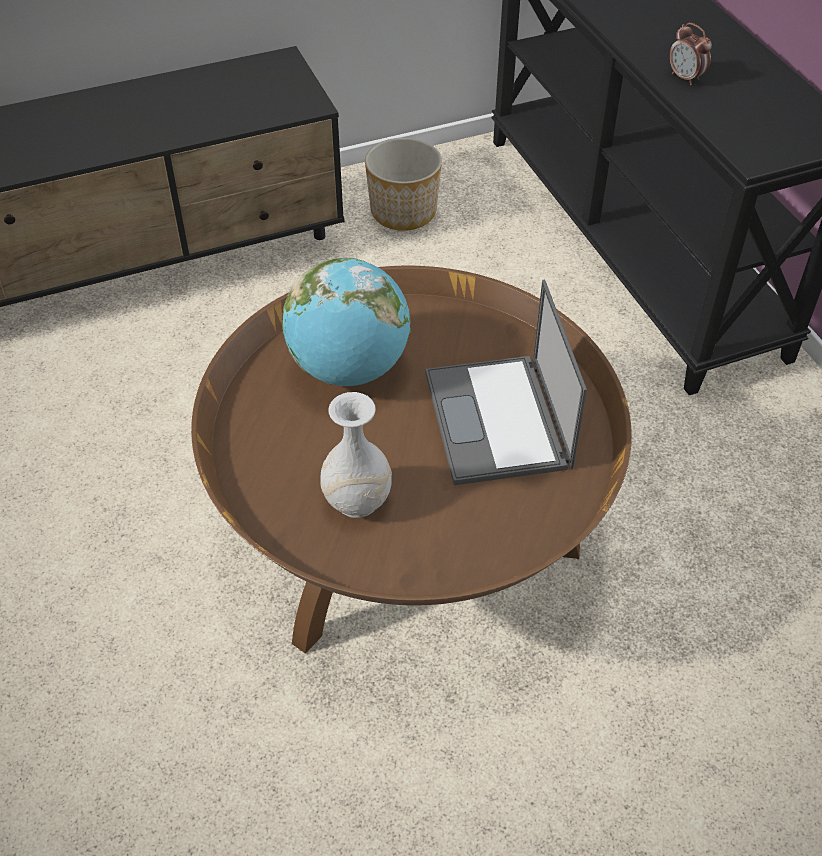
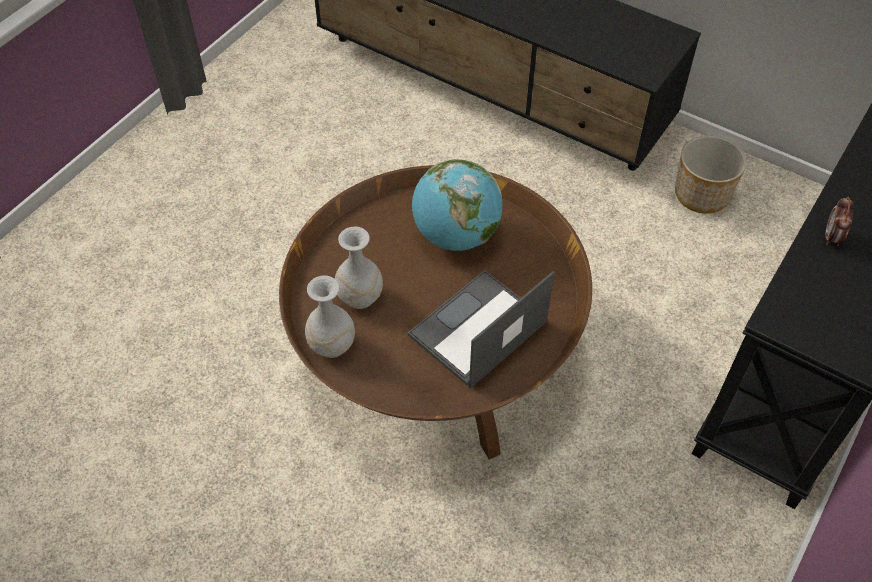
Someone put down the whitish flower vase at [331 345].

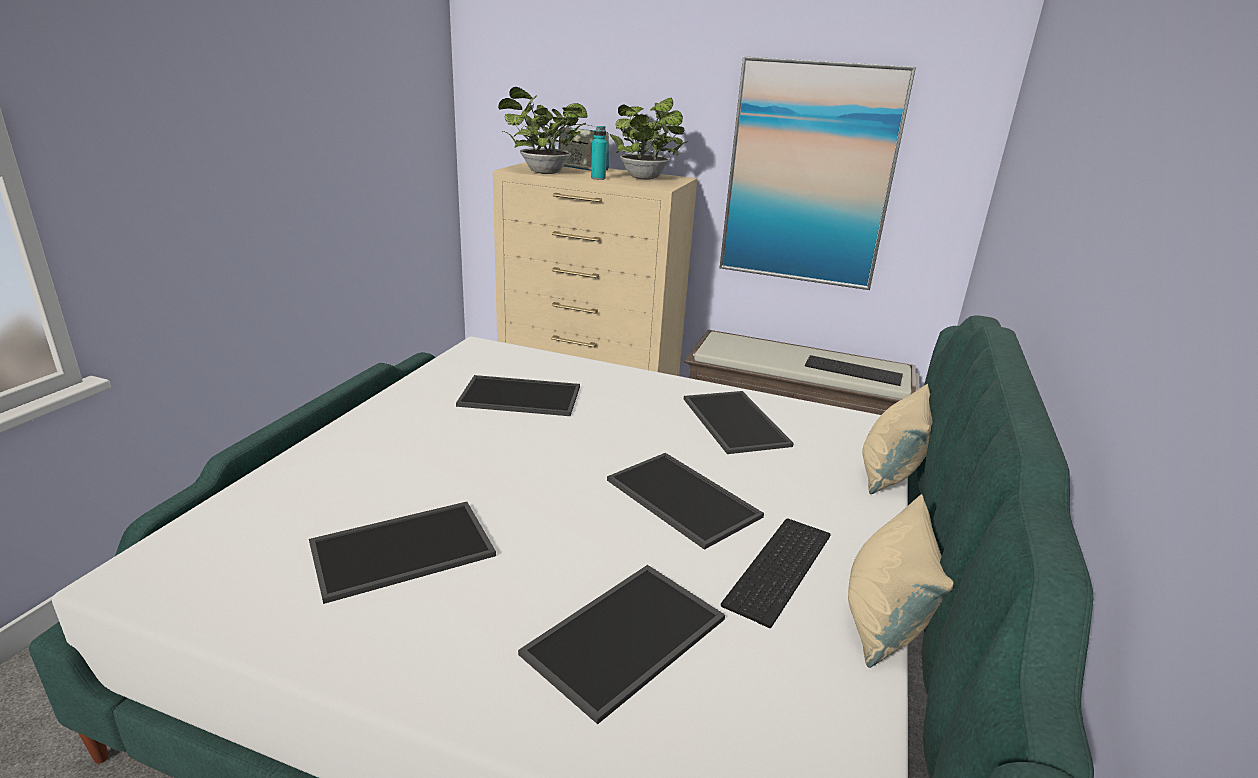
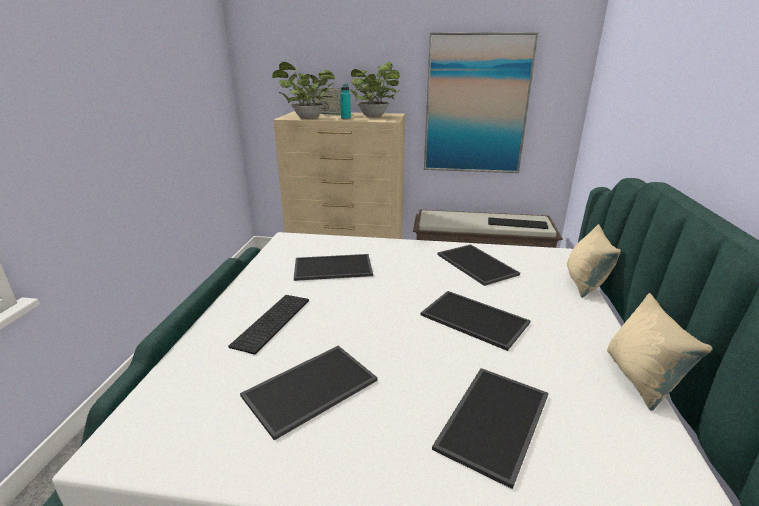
Someone carried the keyboard from [781 571] to [273 323].

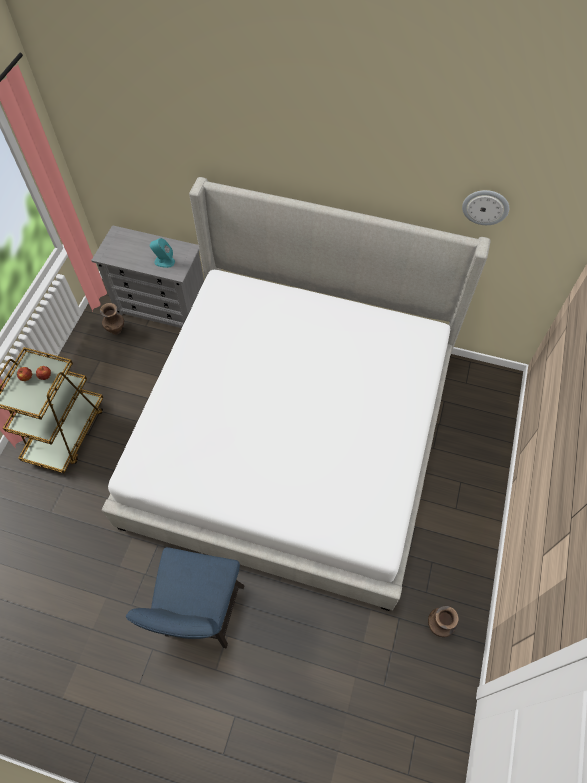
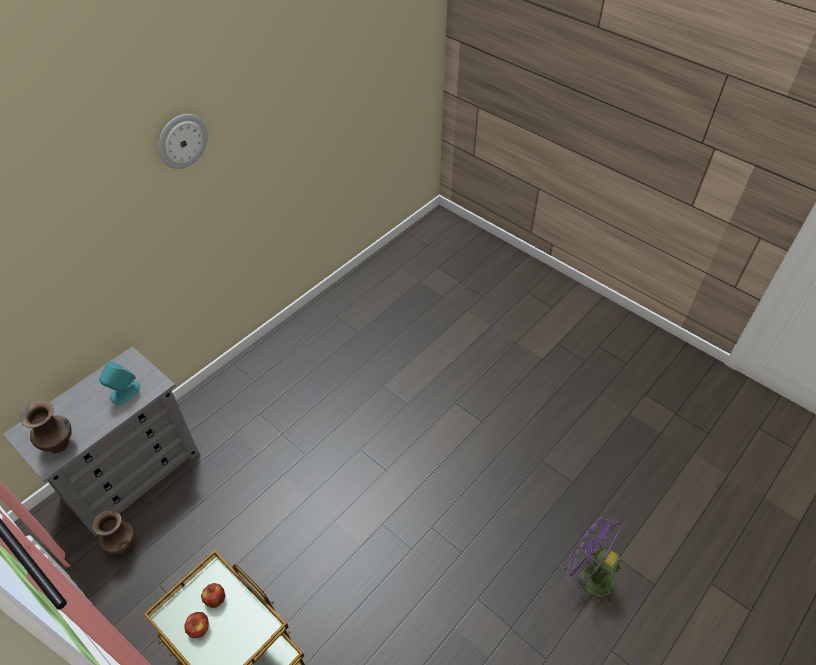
Someone took away the sleeping bed at [293 436].
Someone carried the brown-coloured flower vase from [439 625] to [60 445].
Someone carried the clock on the wall from [485 207] to [182 140].
Someone swapped the blue-coloured upright chair at [202 616] for the purplish fan at [588 578].

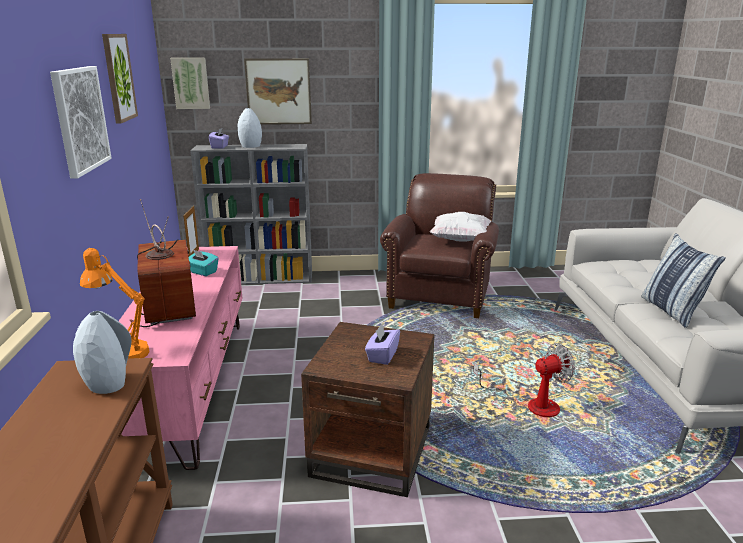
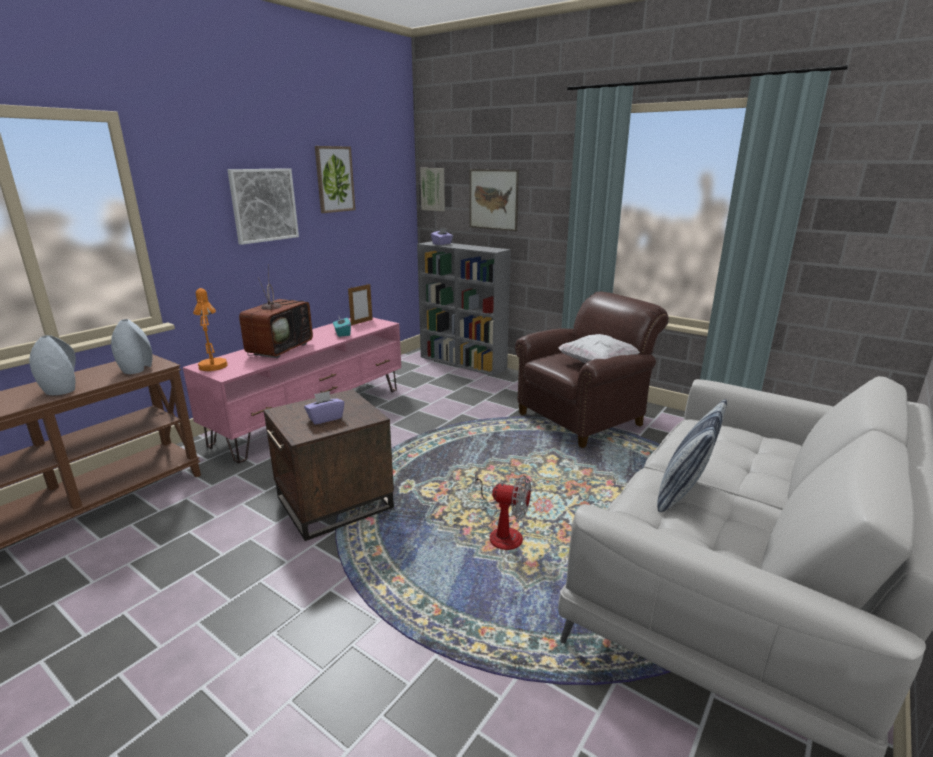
Someone carried the greyish flower vase from [250 146] to [61 390].

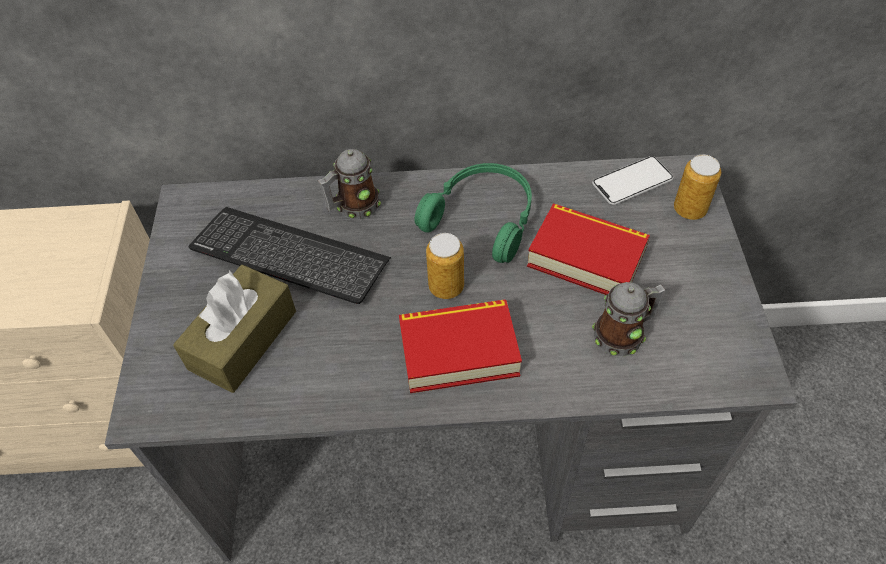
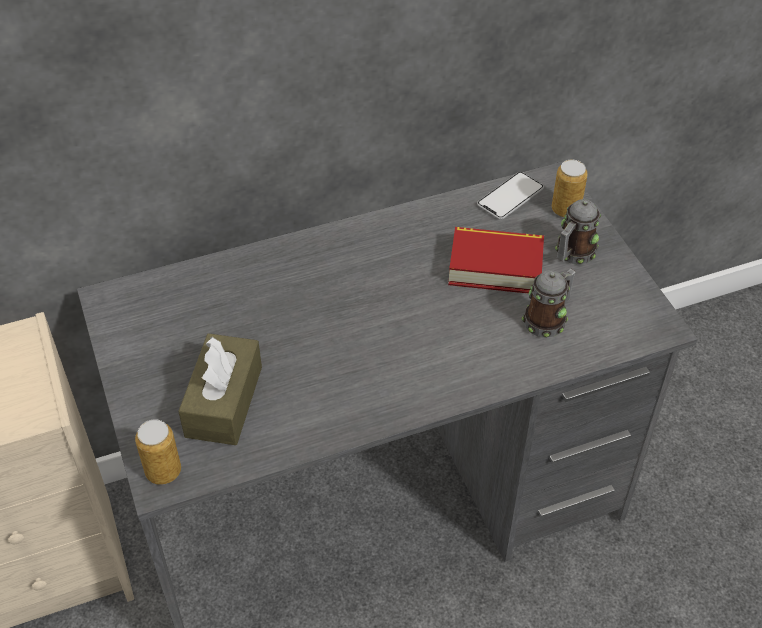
Someone took away the keyboard at [290 257].
Someone took away the bound book at [458 351].
Someone took away the greenish headset at [483 218].
Someone carried the coffee mug from [353 206] to [572 254].
Someone carried the can from [446 287] to [163 471].

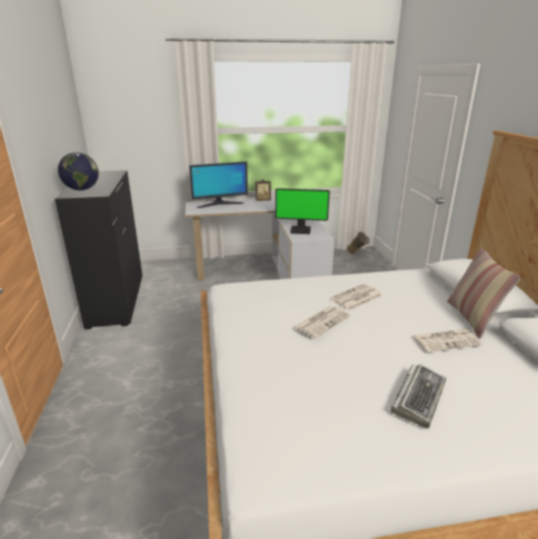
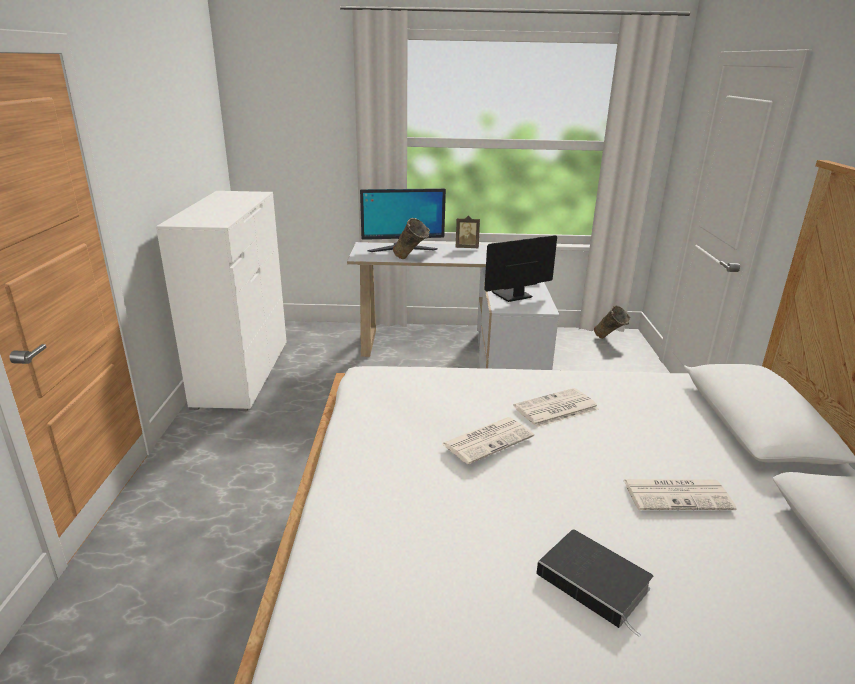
Someone took away the desk globe at [82 189].
Someone took away the pillow at [472 318].
Someone put down the beige-coloured flower vase at [411 260].
Someone swapped the keyboard at [418 398] for the bound book at [596 582].
Someone repainted the blackish chest of drawers at [116 300], which became the whitish chest of drawers at [242 373].
Someone rotated the computer screen at [301 230] by 135 degrees clockwise.

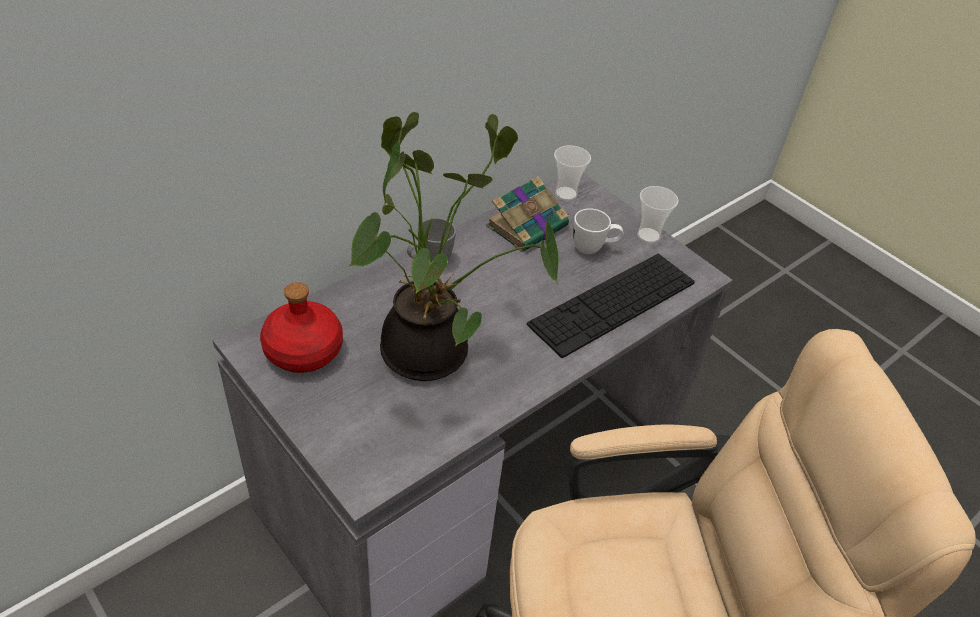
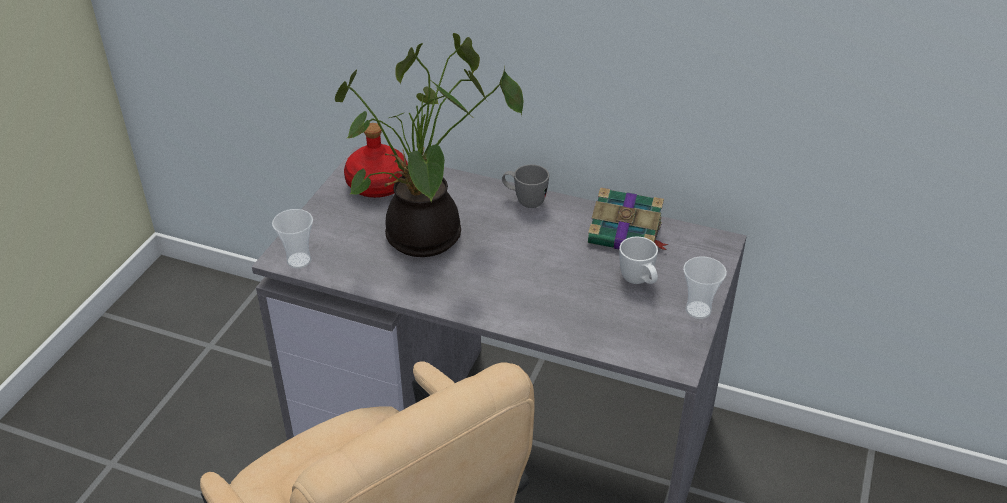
Someone took away the keyboard at [613 303].
Someone carried the drinking cup from [566 194] to [299 260].

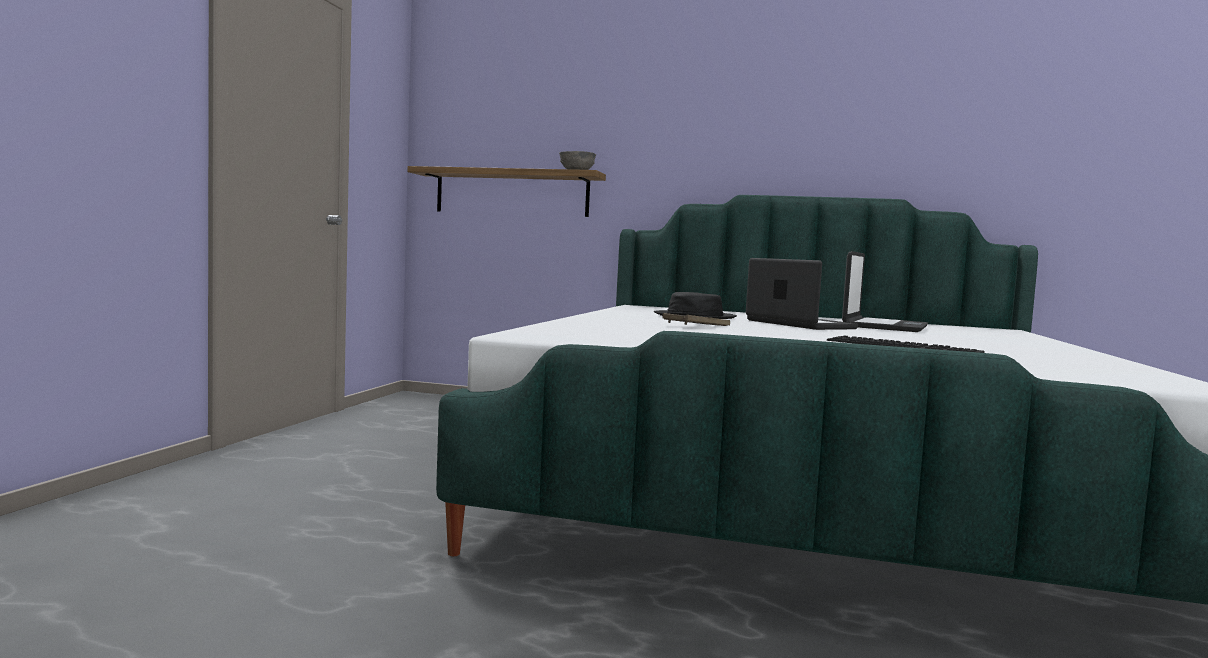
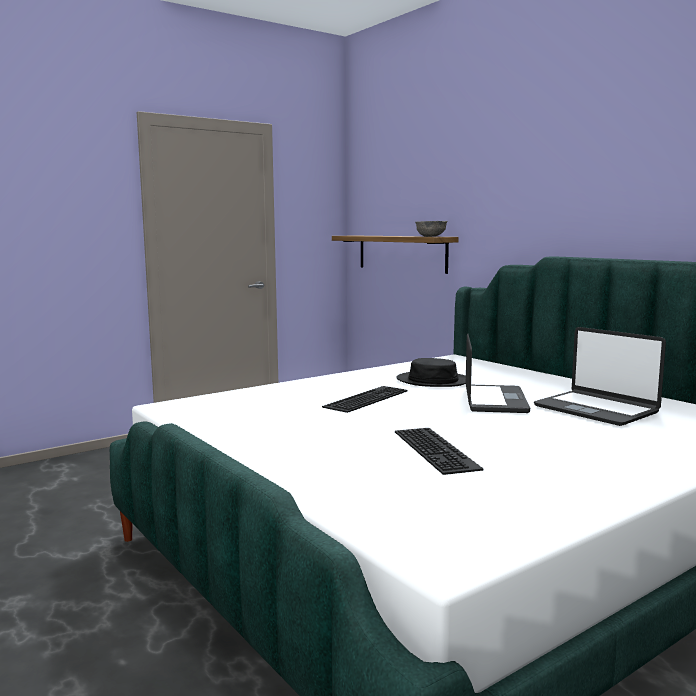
Someone swapped the brown-coloured serving tray at [696 326] for the keyboard at [365 398].
Someone rotated the portable computer at [884 326] by 75 degrees clockwise.

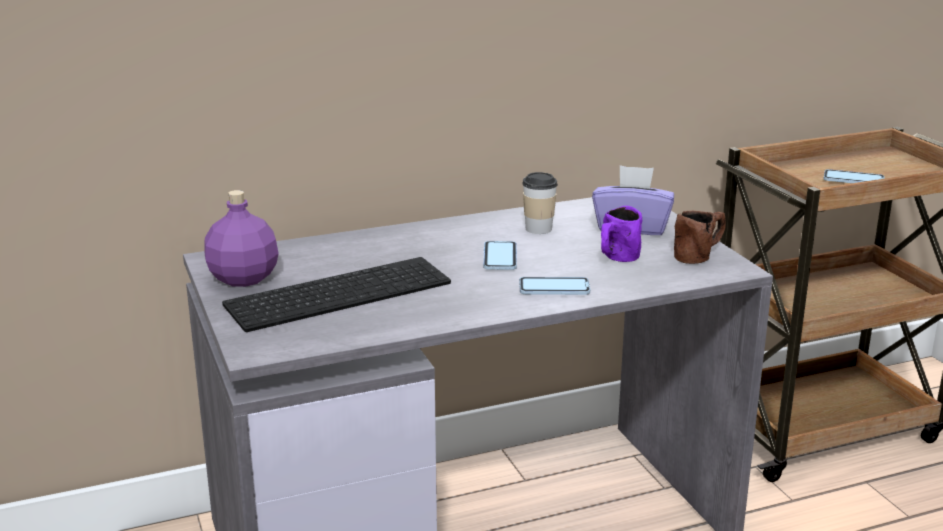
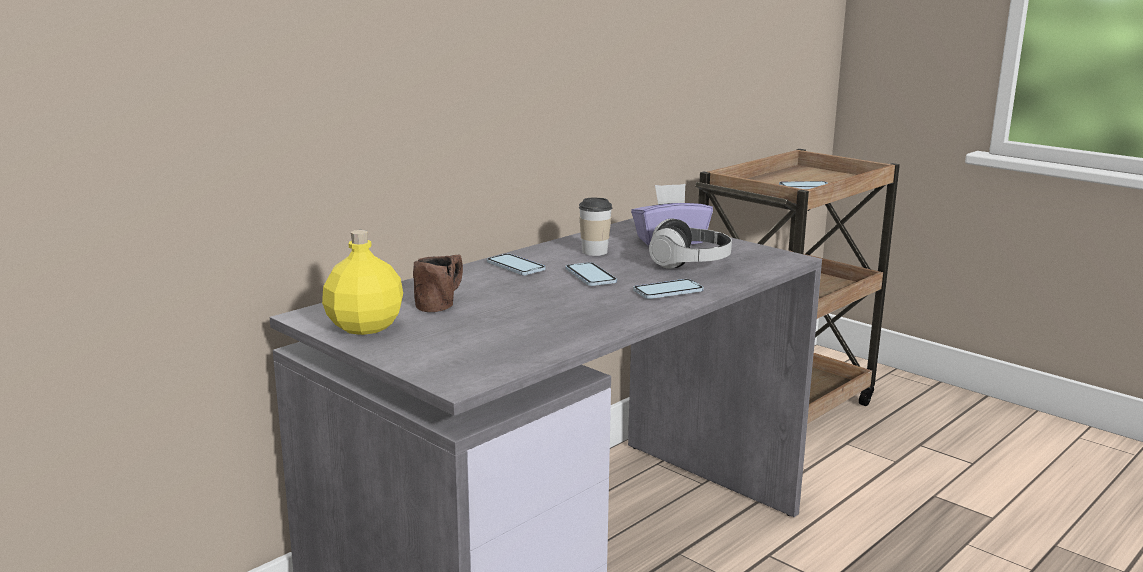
Someone took away the keyboard at [339 292].
Someone put down the phone at [515 266].
Someone carried the brown-coloured coffee mug from [700 255] to [442 303].
Someone swapped the purplish coffee mug at [616 259] for the headset at [689 264].
Someone repainted the purplish beverage bottle at [242 278], which became the yellow beverage bottle at [363 327].

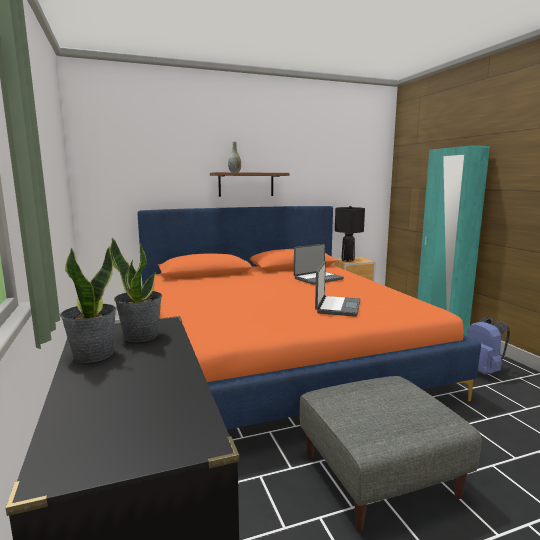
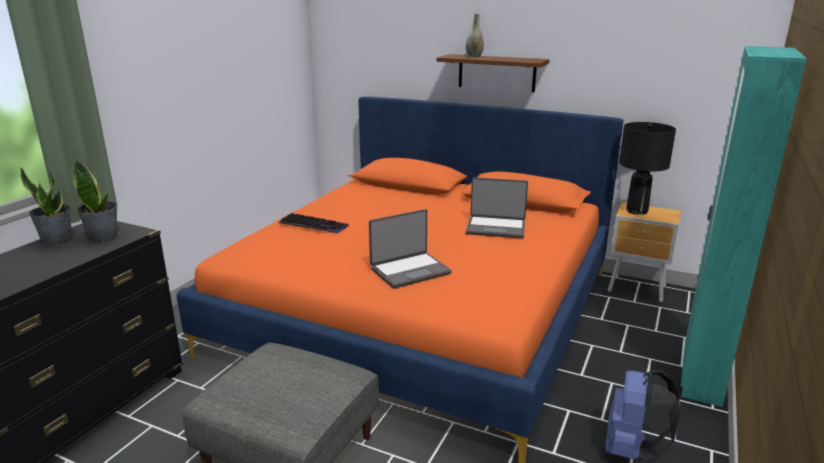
Someone put down the keyboard at [313 225].

